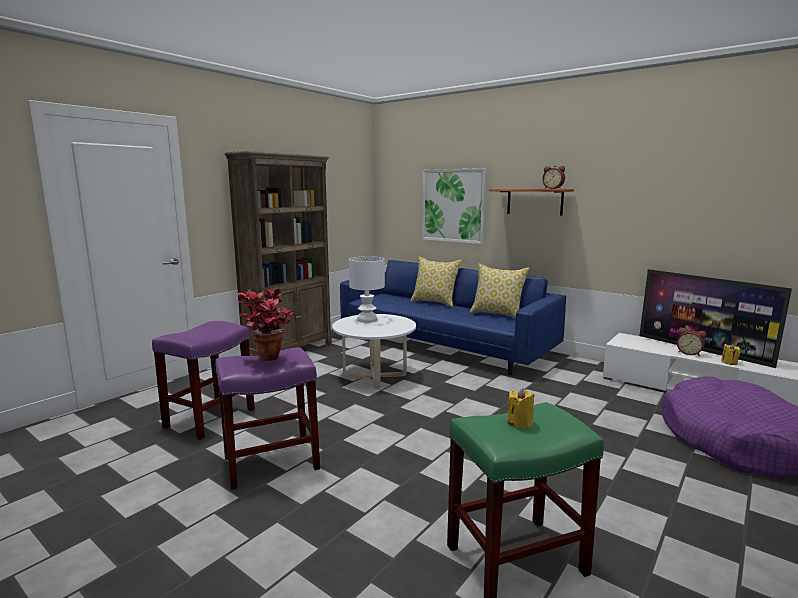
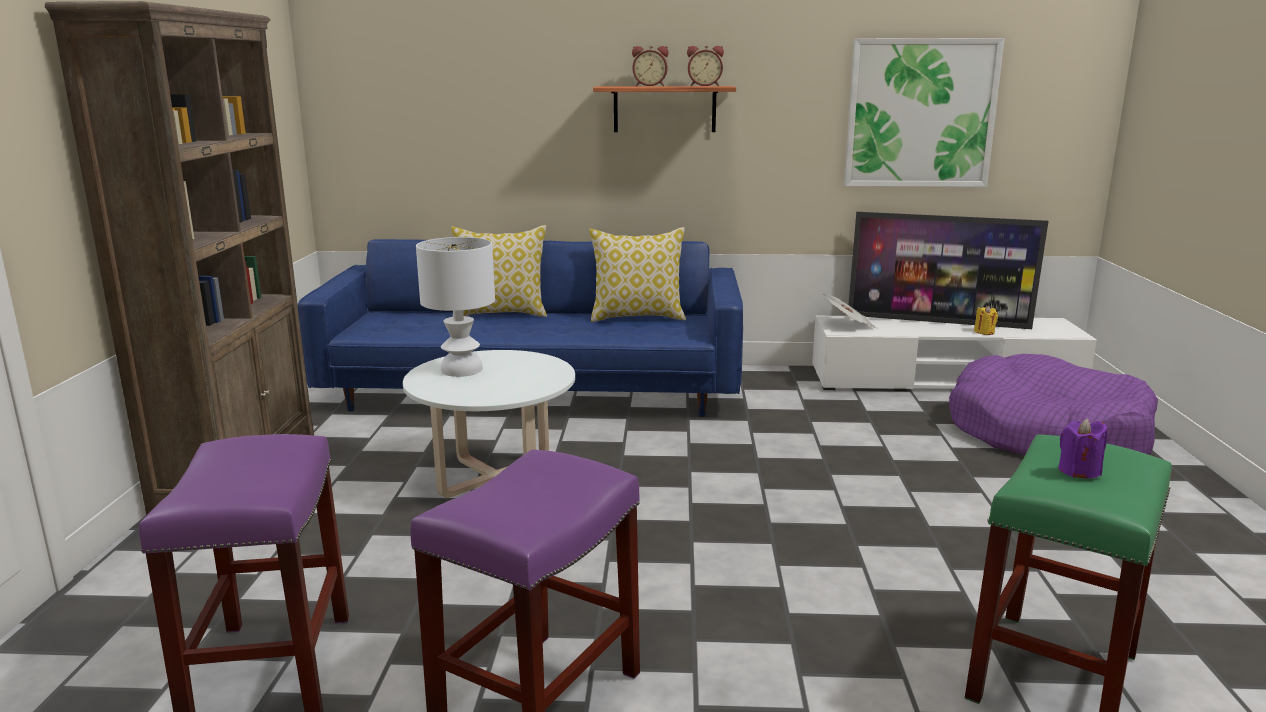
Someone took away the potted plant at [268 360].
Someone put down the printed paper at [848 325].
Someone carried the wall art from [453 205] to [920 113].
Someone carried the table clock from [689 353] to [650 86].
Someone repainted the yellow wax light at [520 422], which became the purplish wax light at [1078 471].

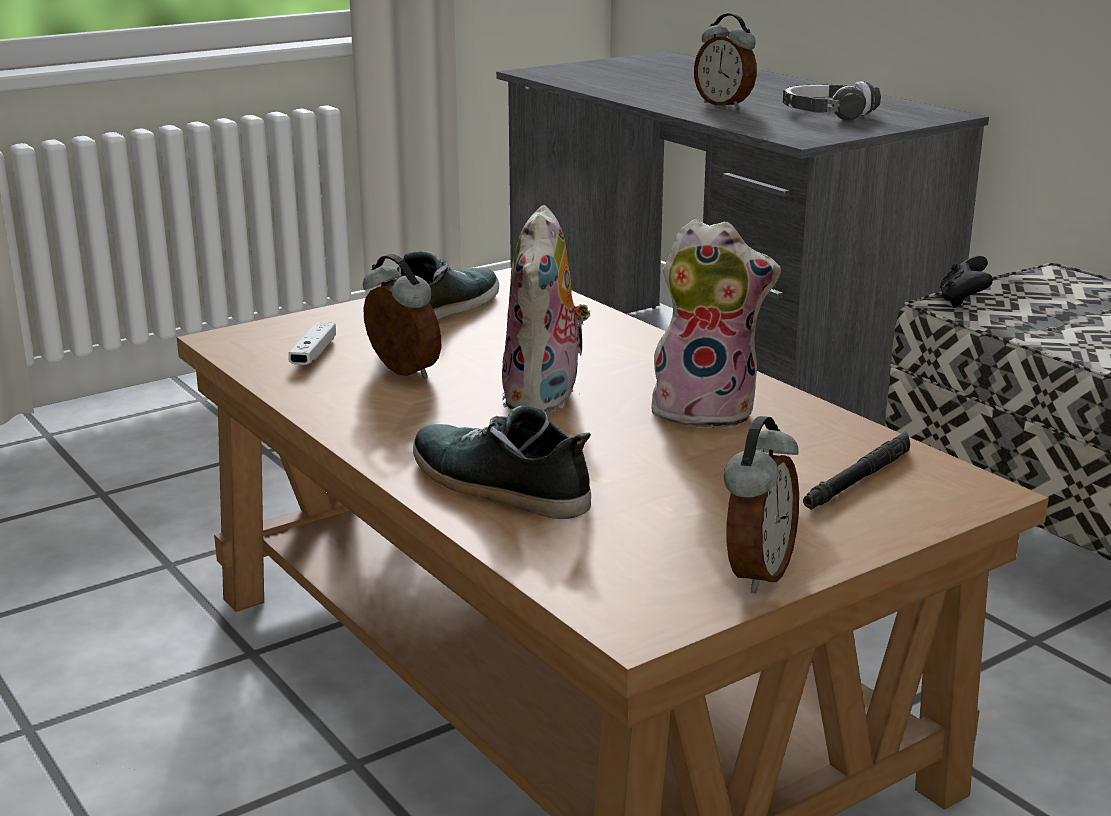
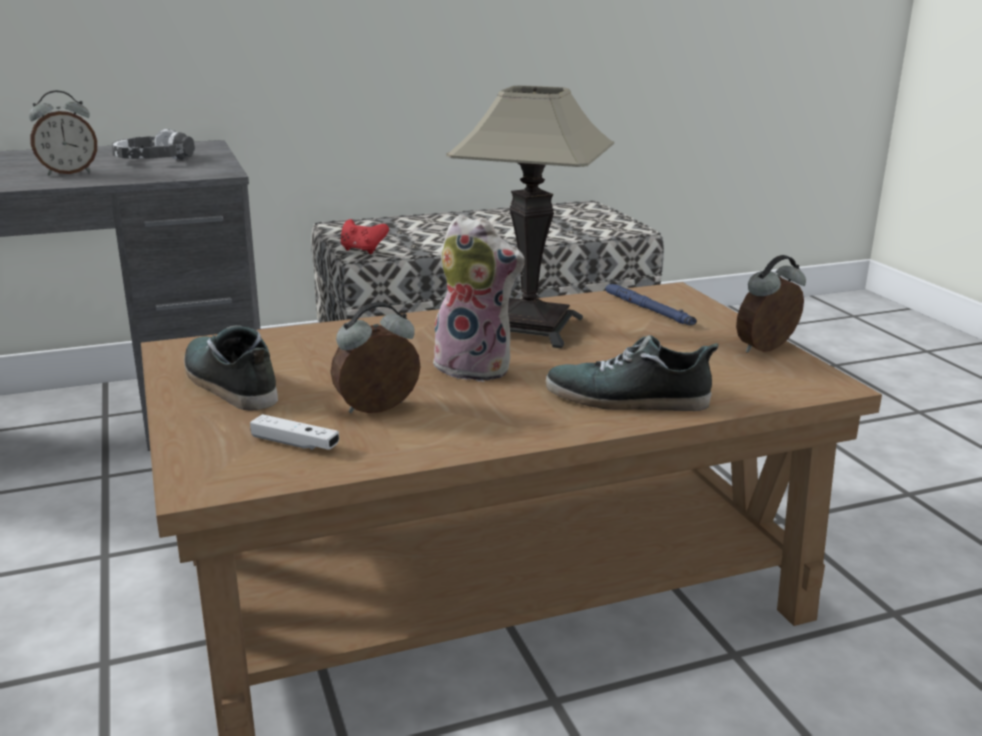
Someone swapped the soft toy at [706 411] for the table lamp at [529 327].
Someone repainted the blackish flashlight at [860 478], which became the blue-coloured flashlight at [648 310].
Someone repainted the blackish gamepad at [962 302], which became the reddish gamepad at [362 250].
Someone rotated the low shoe at [497 484] by 45 degrees clockwise.
Someone rotated the table clock at [756 573] by 75 degrees counterclockwise.

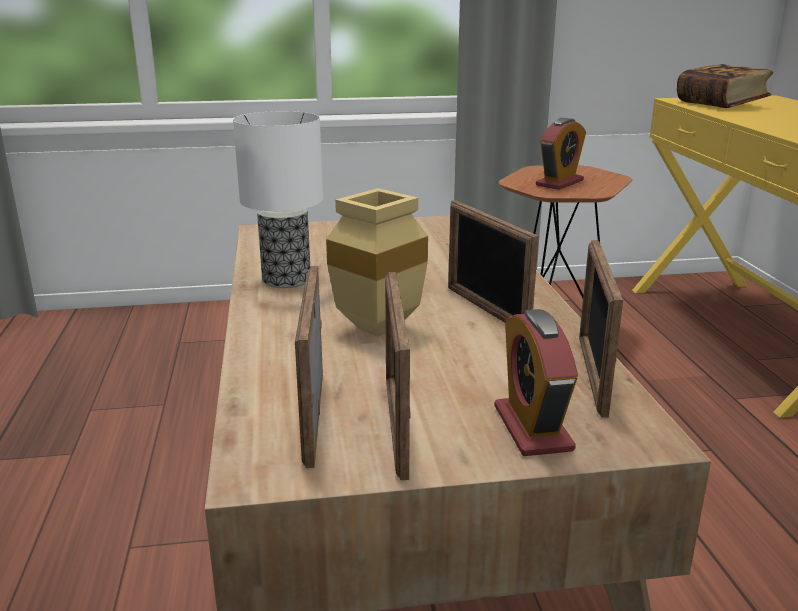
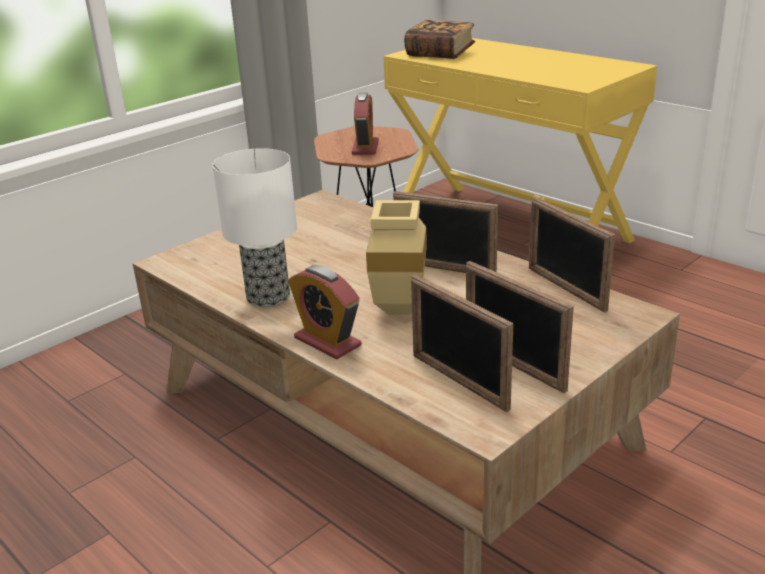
Someone carried the table clock from [532 428] to [327 342].

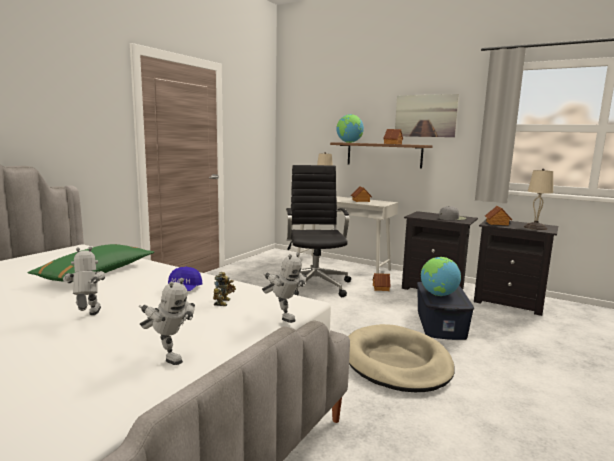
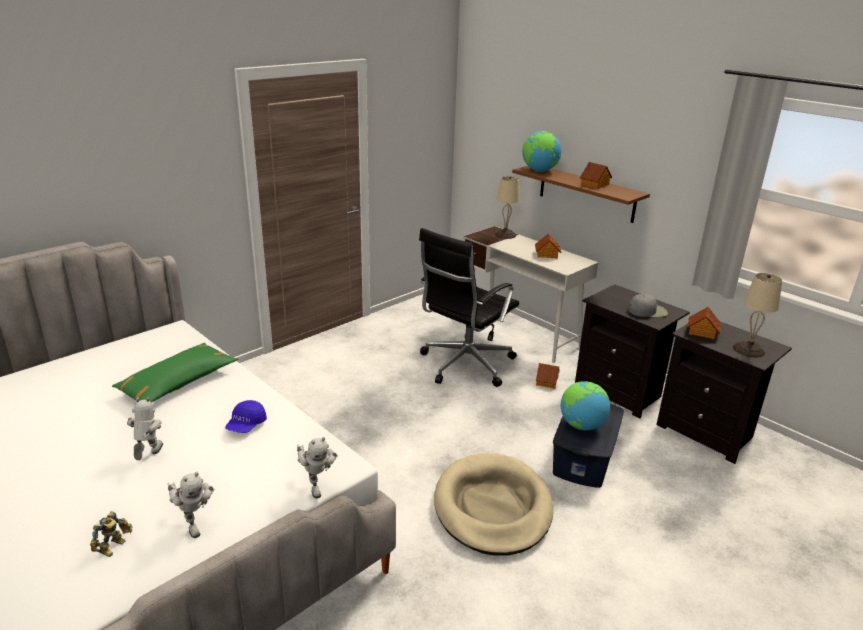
Someone took away the wall art at [425 116].
Someone carried the robot figure from [224 302] to [114 547].
Someone rotated the blackish office chair at [314 285] by 150 degrees counterclockwise.

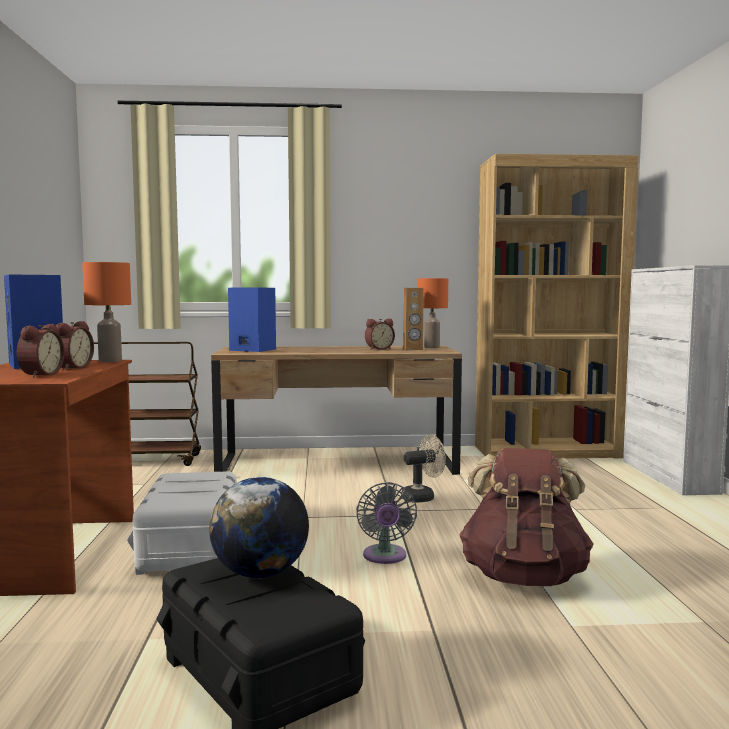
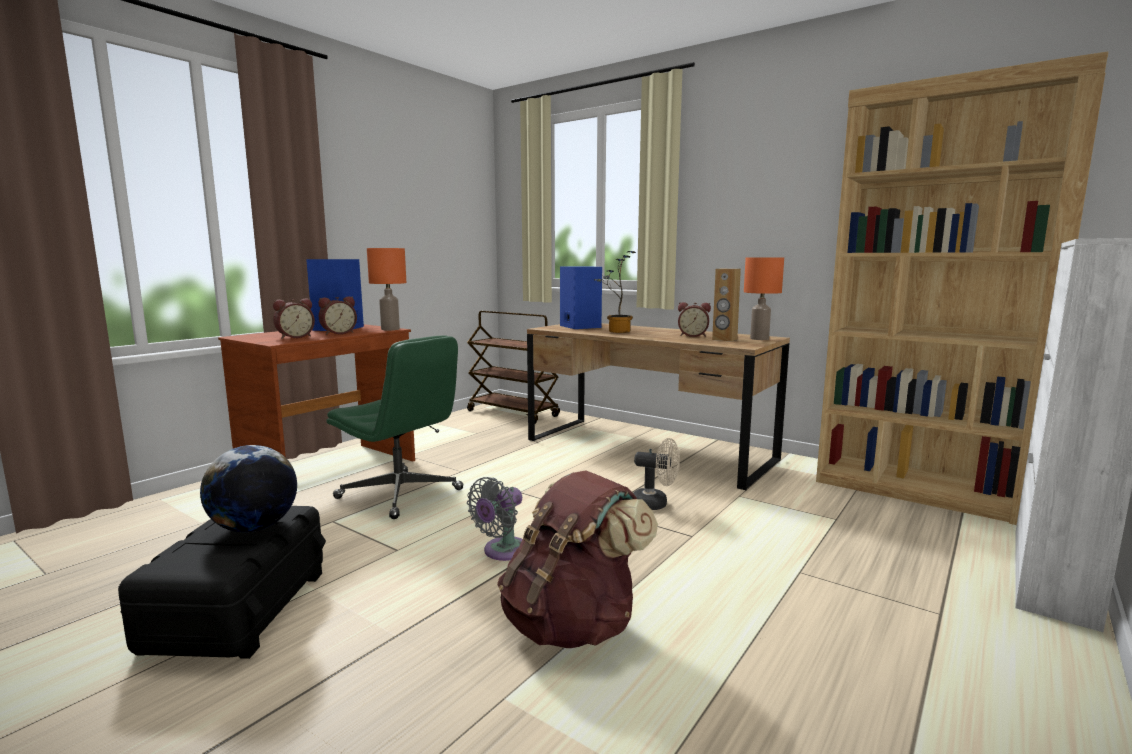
Someone put down the potted plant at [616 331].
Someone swapped the whitish storage container at [191 549] for the greenish office chair at [401 494].

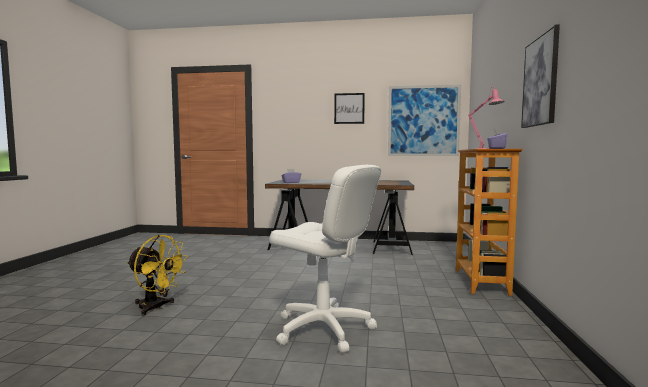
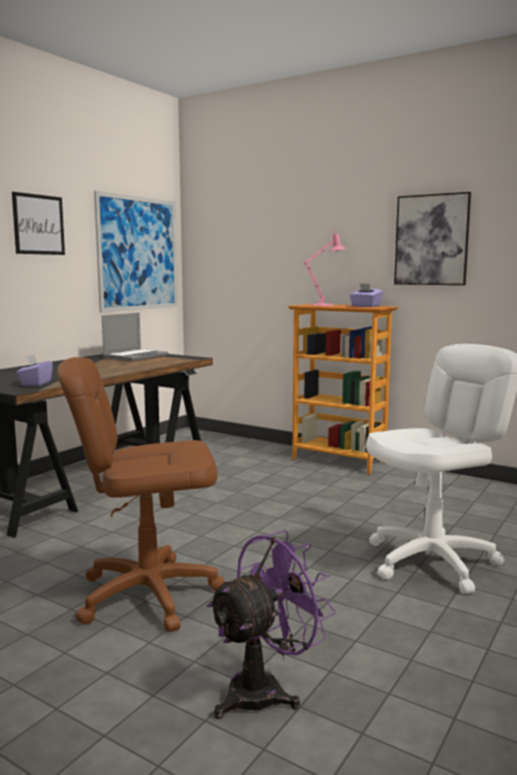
Someone put down the brown-coloured office chair at [148 594].
Someone put down the portable computer at [135 356].
Someone repainted the yellow fan at [156 307], which became the purplish fan at [265 689].

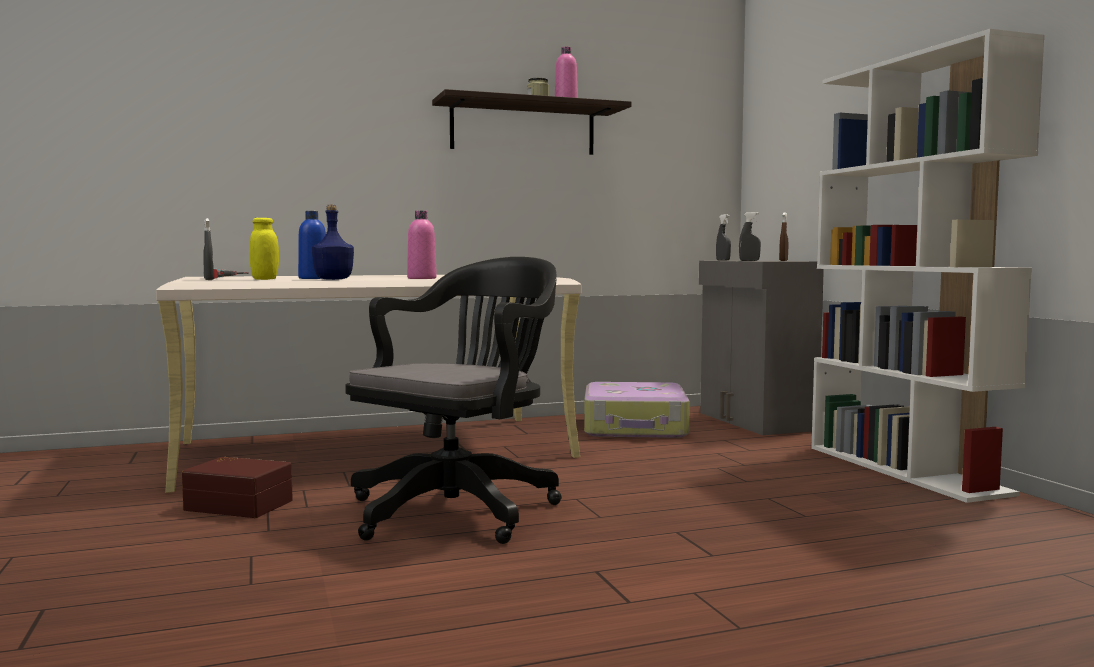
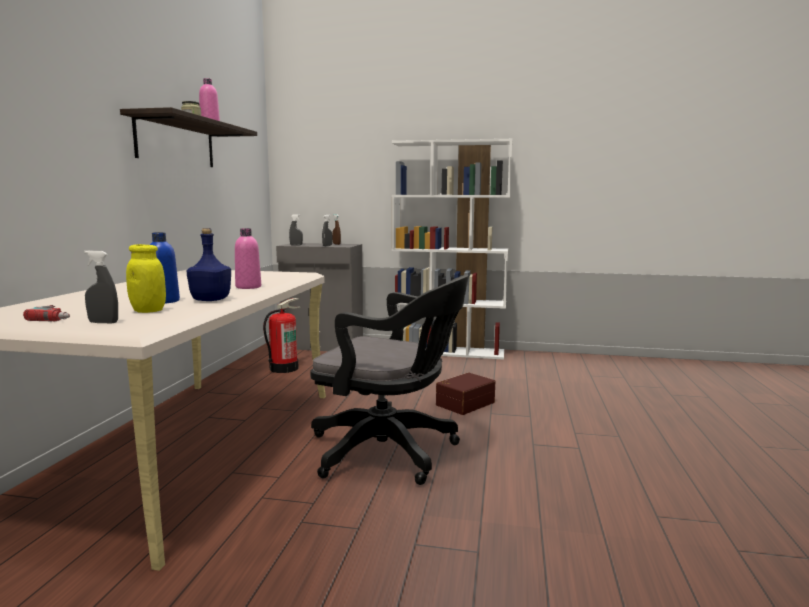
Someone carried the brown-coloured storage container from [240 504] to [464 403].
Someone swapped the suitcase at [635 427] for the extinguisher at [284 368].
Someone rotated the blackish office chair at [460 509] by 135 degrees clockwise.

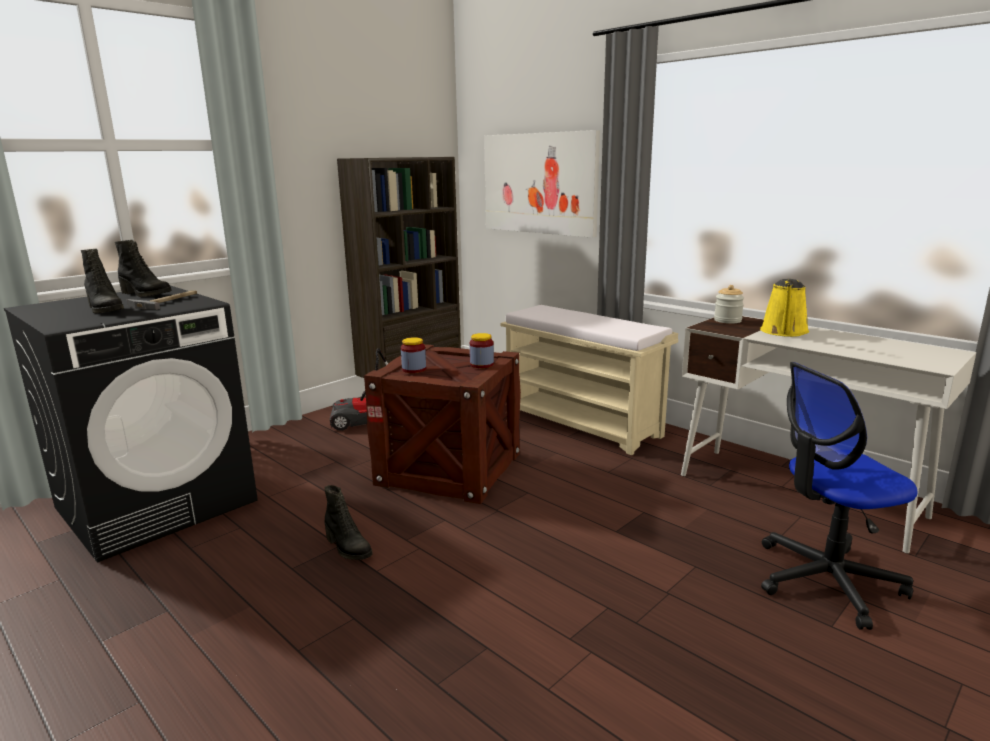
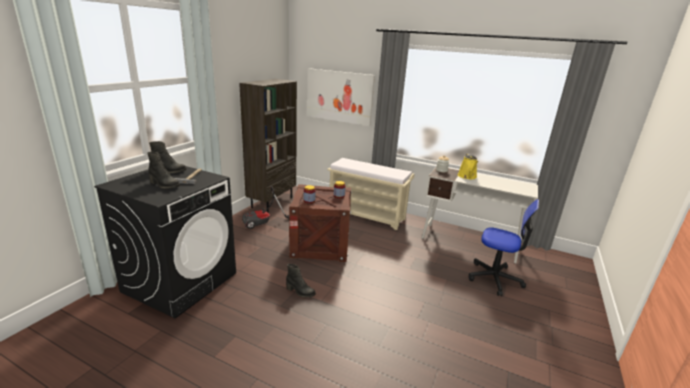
Someone rotated the office chair at [826 580] by 120 degrees counterclockwise.

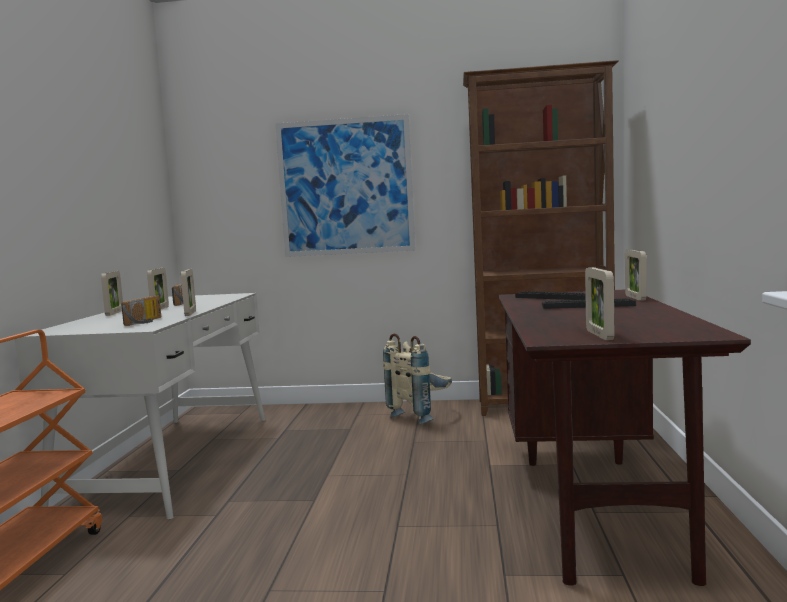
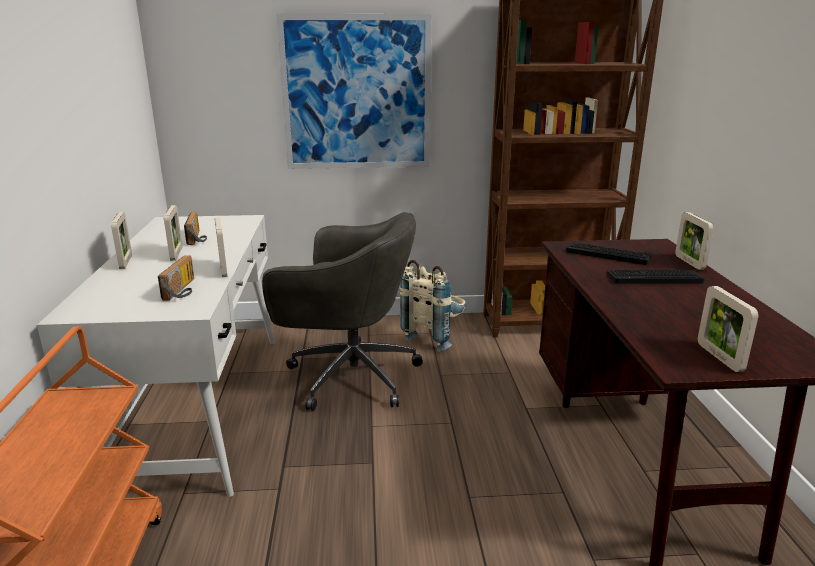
Someone put down the greyish office chair at [349 375].

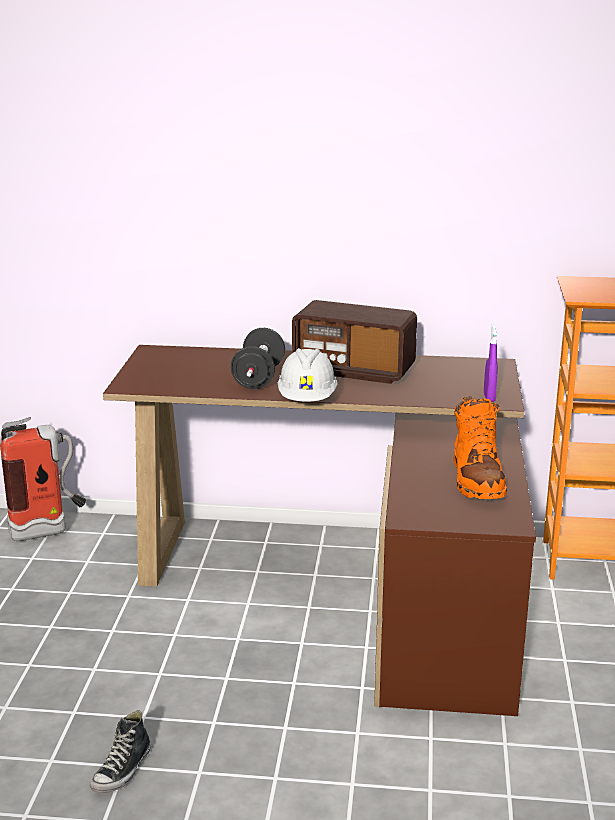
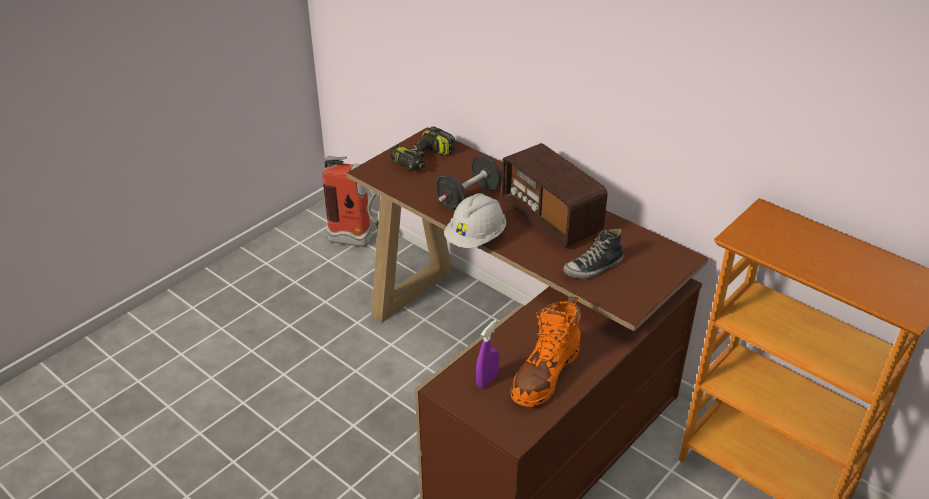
Someone put down the drill at [423 160].
Someone carried the low shoe from [122 771] to [593 268].
Someone carried the purplish hand sprayer from [489 397] to [487 381].

